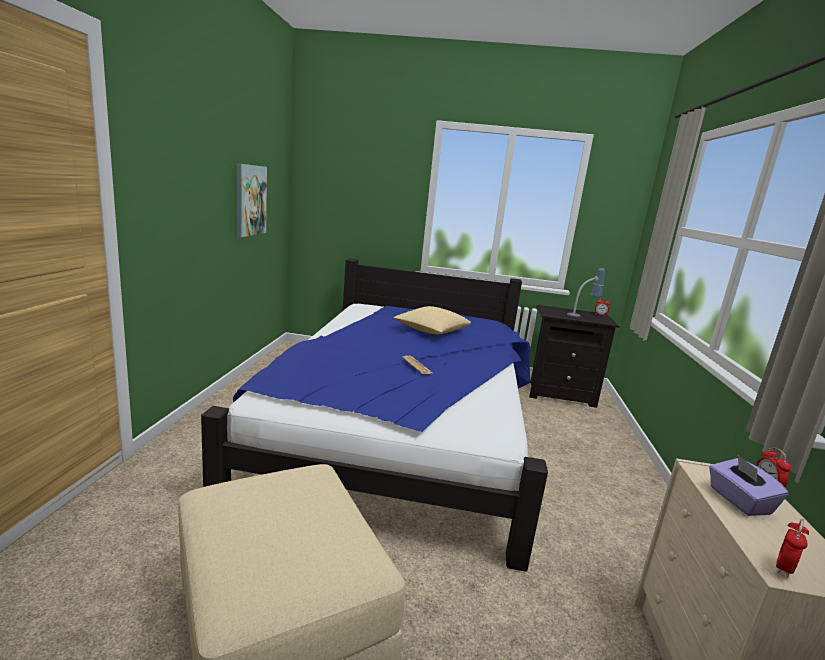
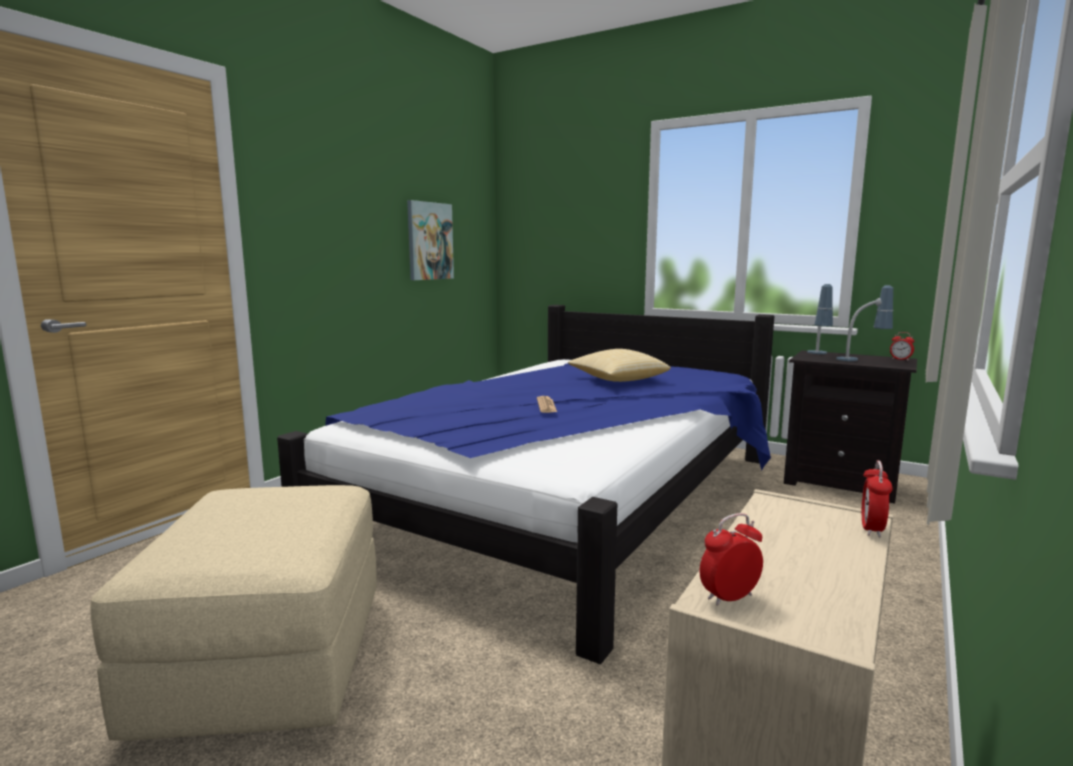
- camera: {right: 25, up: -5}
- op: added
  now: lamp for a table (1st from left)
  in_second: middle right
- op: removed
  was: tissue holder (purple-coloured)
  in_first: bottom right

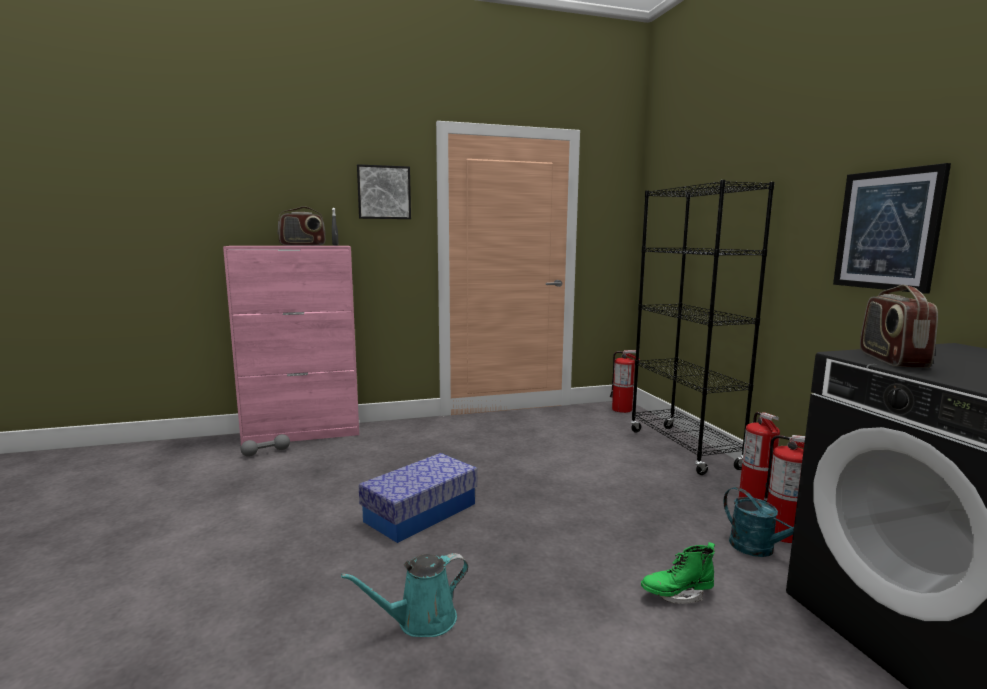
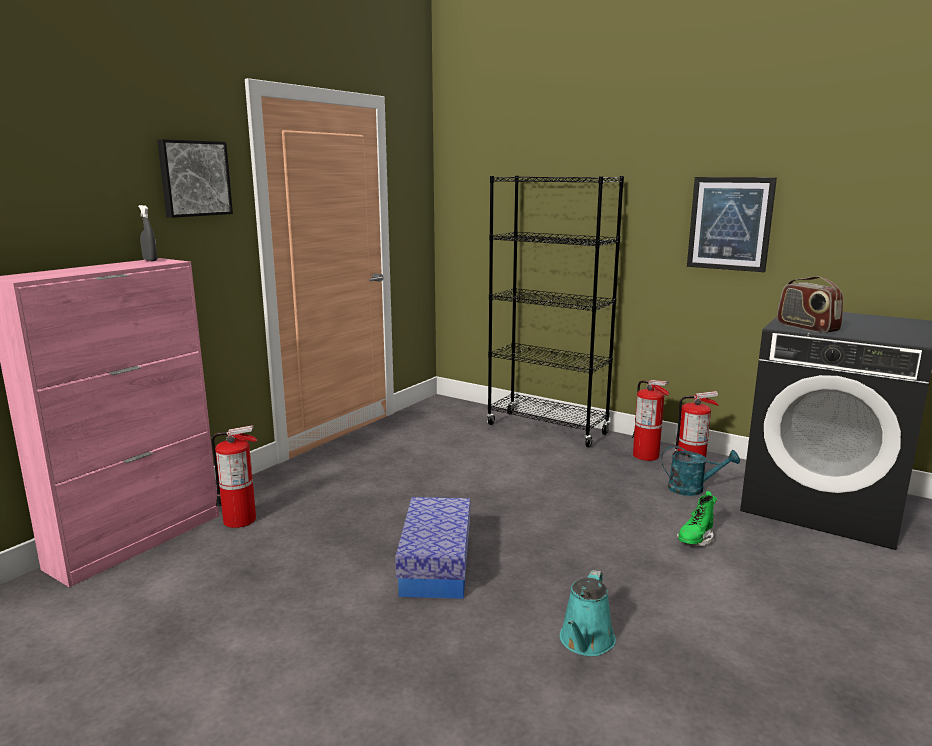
- camera: {right: -40, up: 5}
- op: moved
  was: fire-fighting cylinder (1st from left)
  in_first: centre
  in_second: middle left
- op: removed
  was: dumbbell (gray)
  in_first: middle left
- op: removed
  was: radio (1st from left)
  in_first: top left

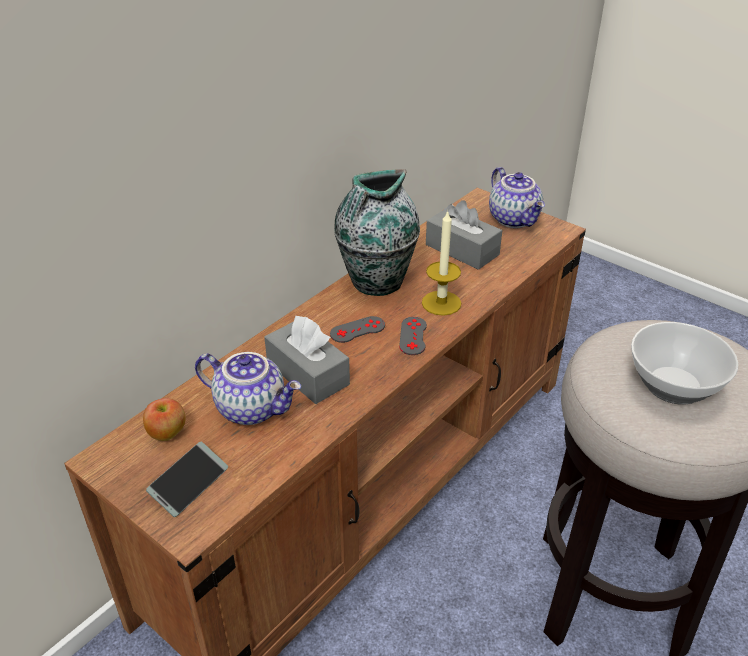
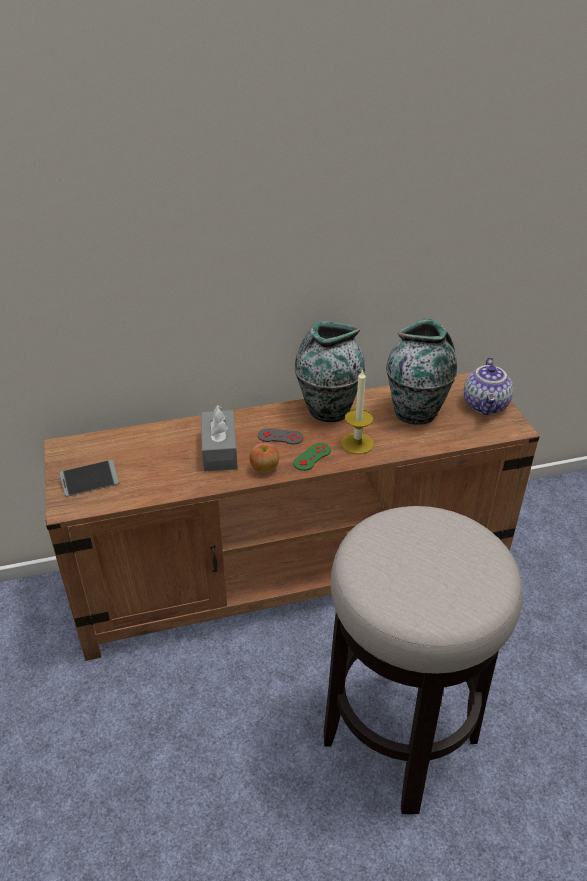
- camera: {right: 35, up: 0}
- op: moved
  was: apple fruit
  in_first: middle left
  in_second: centre
- op: recoloured
  was: gamepad (gray) (2nd from left)
  now: gamepad (green)
  in_first: centre
  in_second: centre
- op: replaced
  was: tissue holder (gray) (2nd from left)
  now: flower vase (2nd from left)
  in_first: centre
  in_second: middle right
- op: removed
  was: pot for tea (1st from left)
  in_first: middle left
- op: removed
  was: deep dish
  in_first: middle right

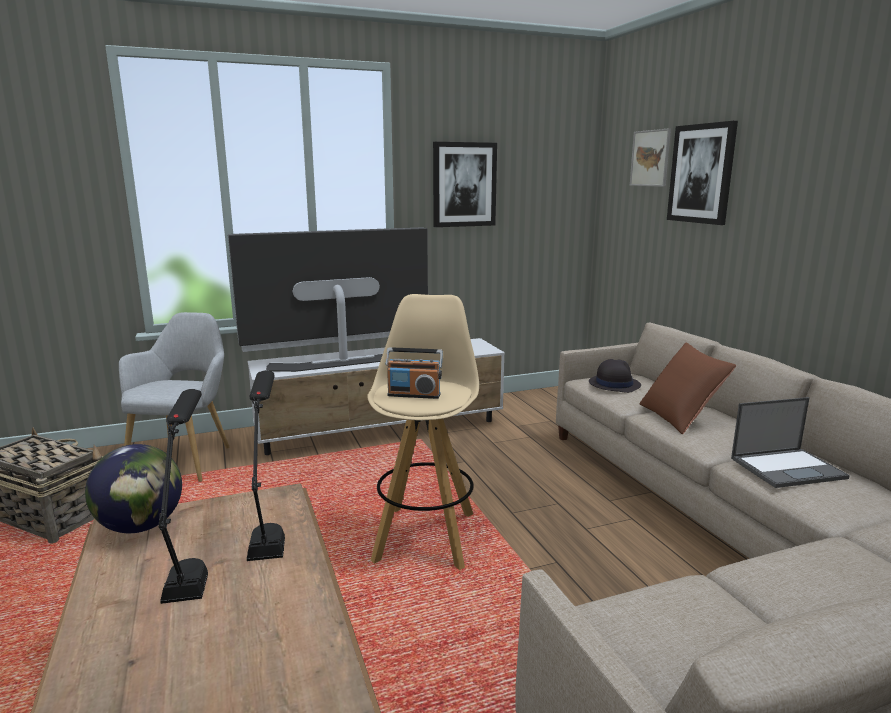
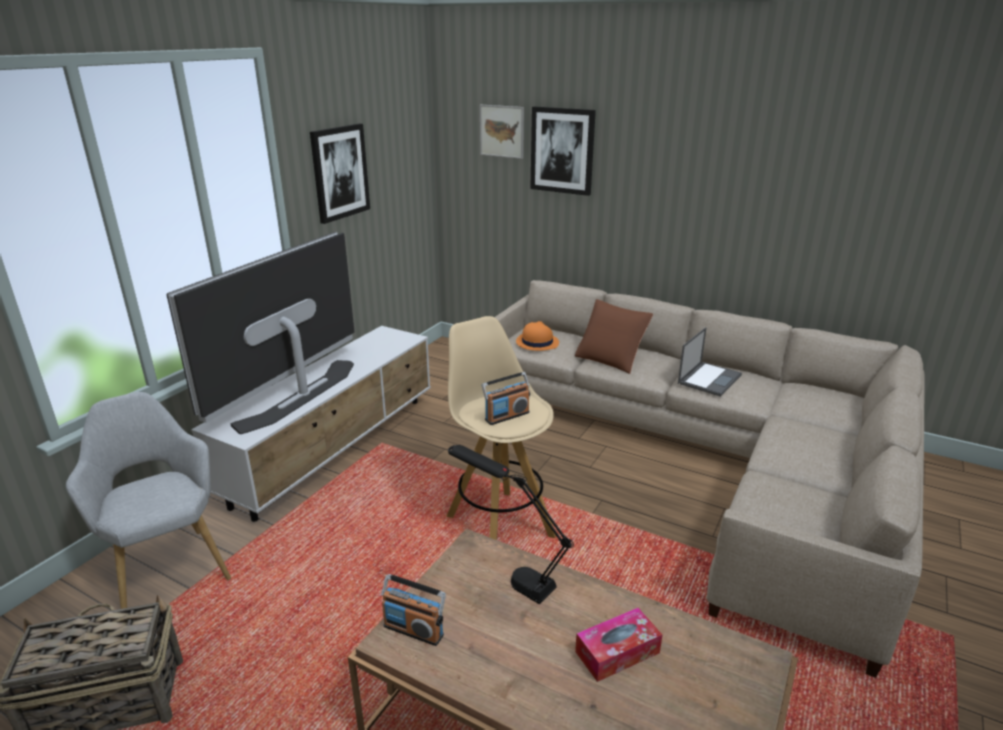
- camera: {right: -40, up: 10}
- op: replaced
  was: world globe
  now: radio (1st from left)
  in_first: bottom left
  in_second: bottom centre
- op: recoloured
  was: hat (black-coloured)
  now: hat (orangey)
  in_first: middle right
  in_second: centre
- op: added
  now: tissue holder
  in_second: bottom centre
- op: removed
  was: lamp for a table (black-coloured) (1st from left)
  in_first: bottom left

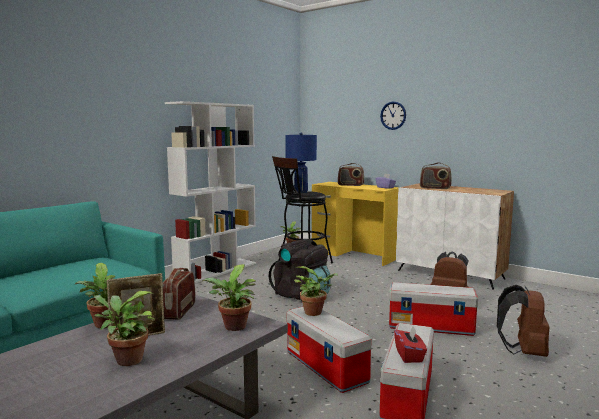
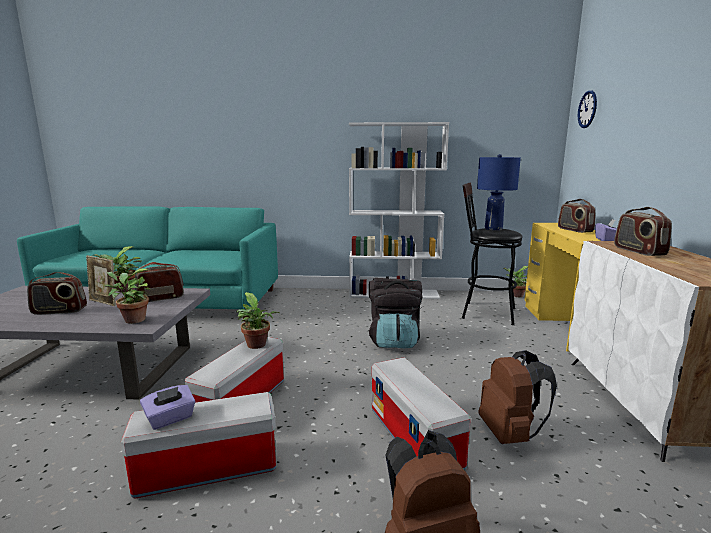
- camera: {right: 55, up: 5}
- op: replaced
  was: houseplant (2nd from left)
  now: radio (1st from left)
  in_first: bottom left
  in_second: middle left
- op: recoloured
  was: tissue holder (red)
  now: tissue holder (purple-coloured) (1st from left)
  in_first: bottom right
  in_second: bottom left
- op: moved
  was: hanging clock
  in_first: top centre
  in_second: top right

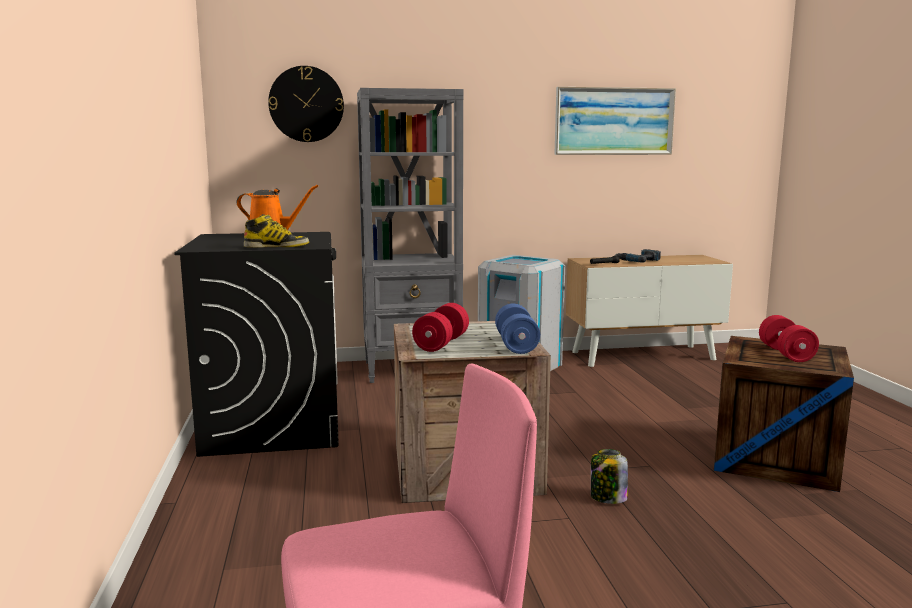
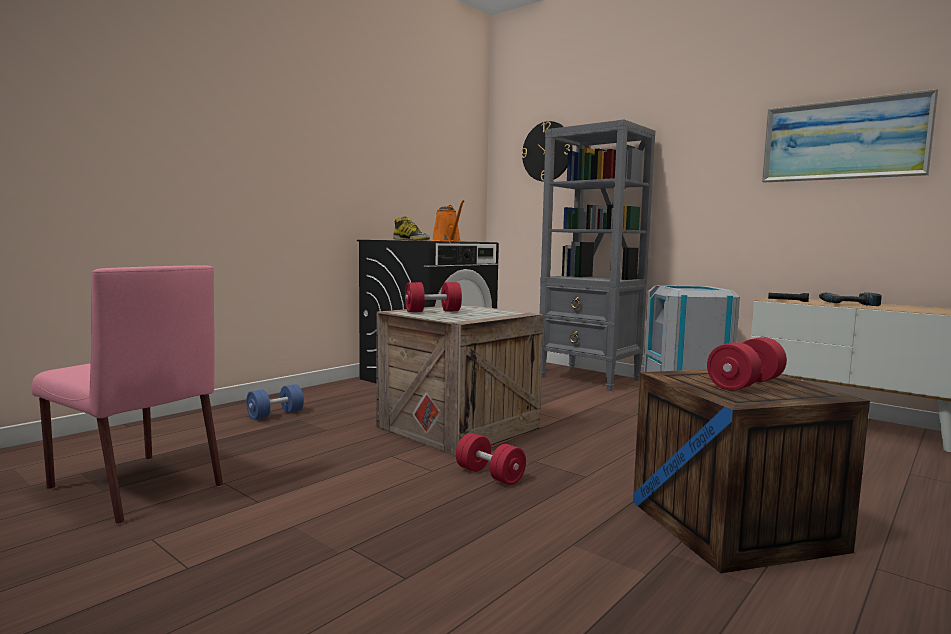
- camera: {right: 50, up: -5}
- op: moved
  was: dumbbell (bluish)
  in_first: centre
  in_second: middle left
- op: replaced
  was: preserve jar
  now: dumbbell (red) (2nd from left)
  in_first: bottom right
  in_second: bottom centre

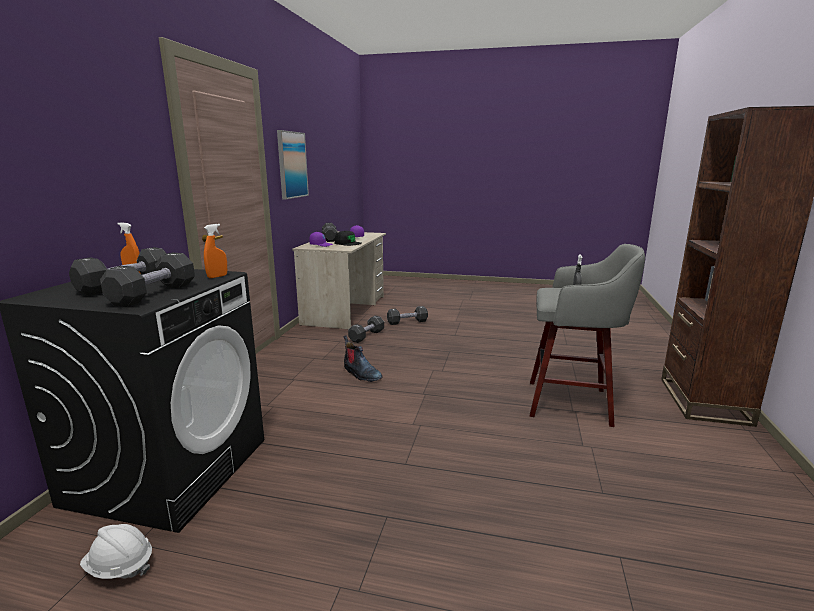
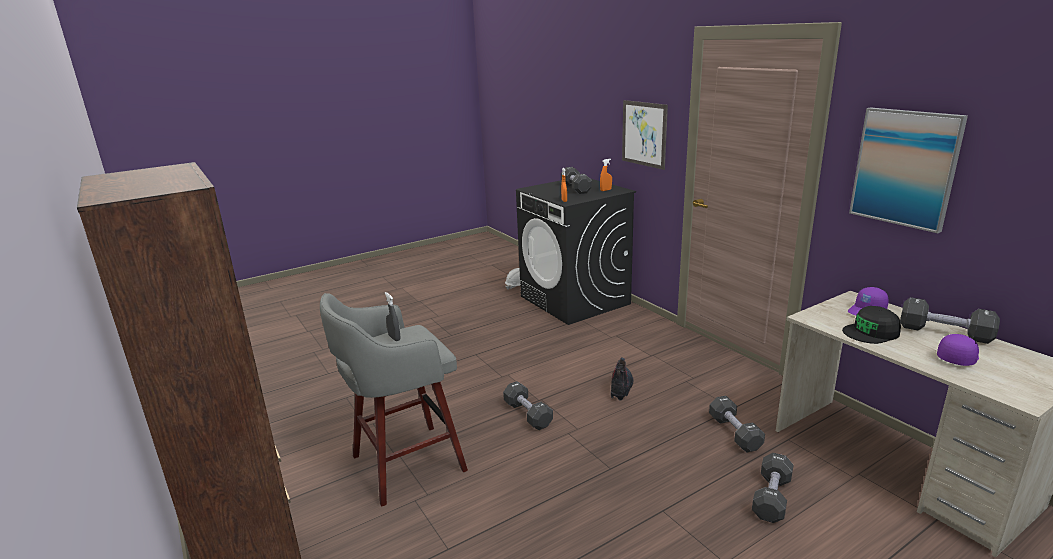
- camera: {right: 135, up: 5}
- op: moved
  was: dumbbell (black-coloured) (2nd from left in the first image)
  now: dumbbell (black-coloured) (1st from left)
  in_first: middle left
  in_second: bottom centre
- op: turned
  was: boot
  in_first: centre
  in_second: bottom centre
  clockwise: 105
- op: added
  now: picture (1st from left)
  in_second: top centre

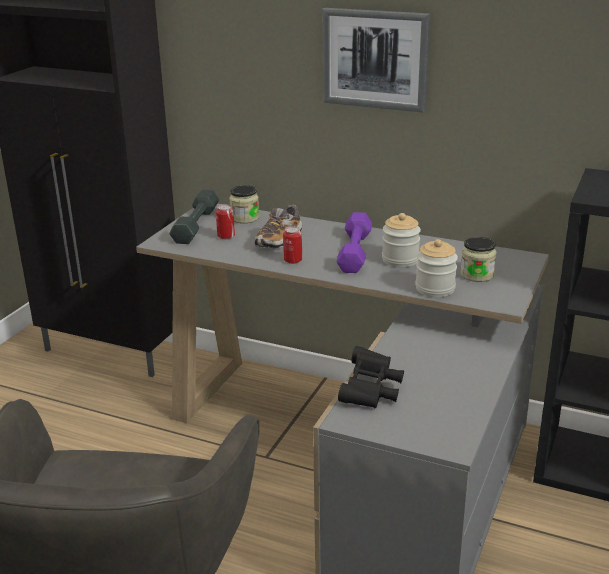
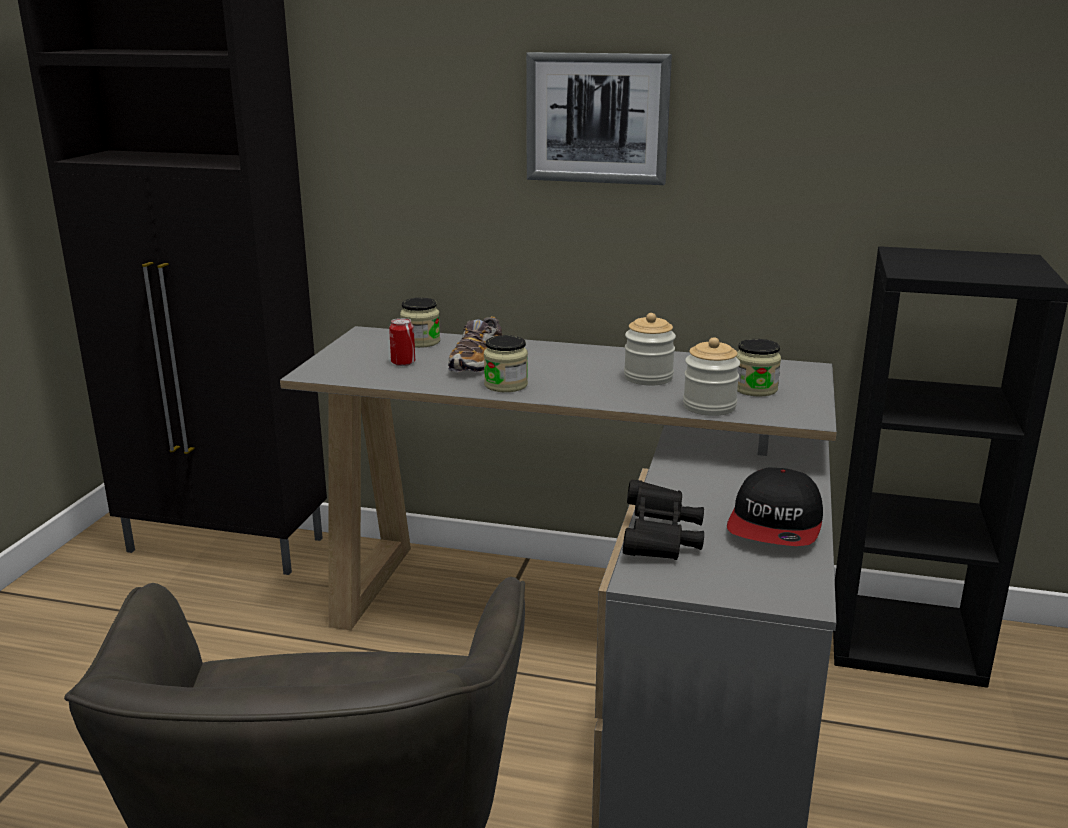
- camera: {right: -10, up: -5}
- op: replaced
  was: can (2nd from left)
  now: preserve jar (2nd from left)
  in_first: centre
  in_second: centre
- op: added
  now: cap
  in_second: middle right
- op: removed
  was: dumbbell (gray)
  in_first: middle left
- op: removed
  was: dumbbell (purple-coloured)
  in_first: centre

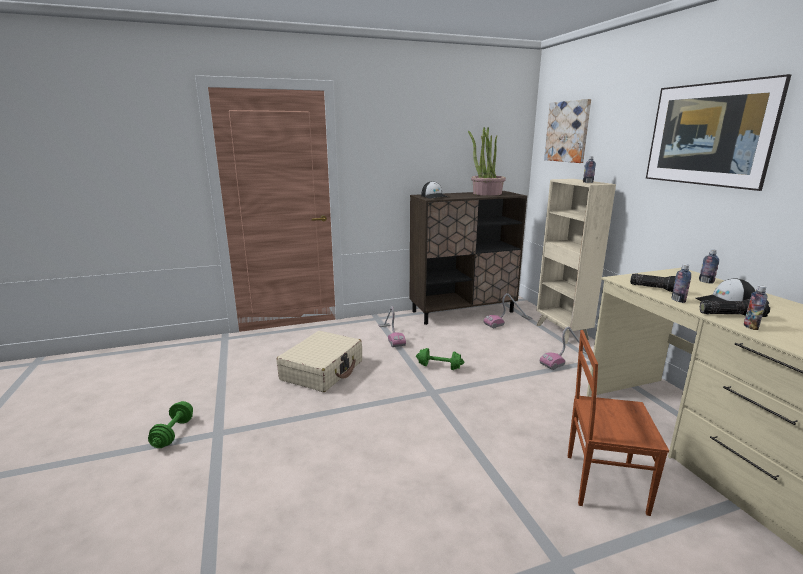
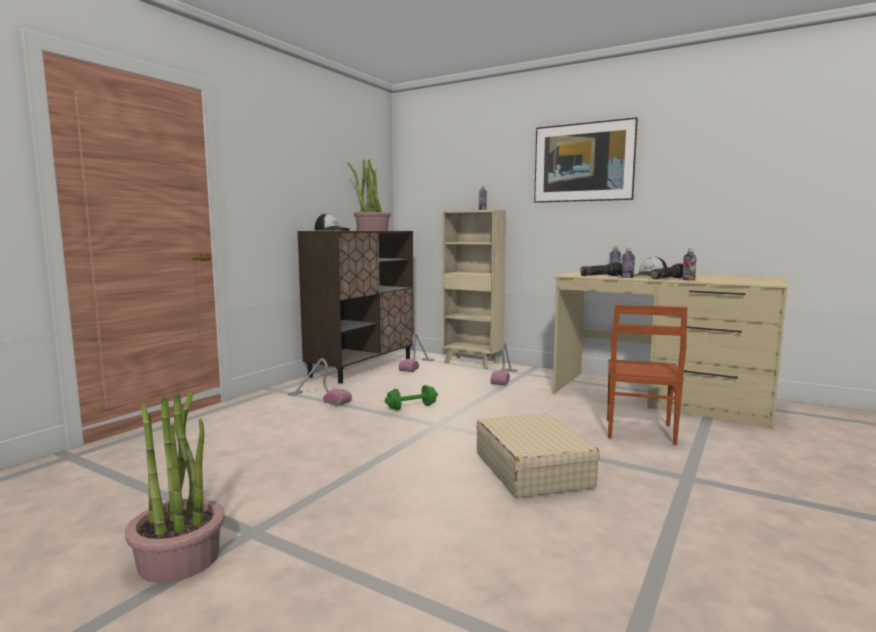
- camera: {right: -40, up: -10}
- op: replaced
  was: dumbbell (green) (1st from left)
  now: houseplant (1st from left)
  in_first: bottom left
  in_second: bottom left
- op: moved
  was: travel case (beige-coloured)
  in_first: centre
  in_second: bottom centre
- op: turned
  was: chair (brown)
  in_first: bottom right
  in_second: middle right
  clockwise: -45
- op: removed
  was: picture (1st from left)
  in_first: top right

